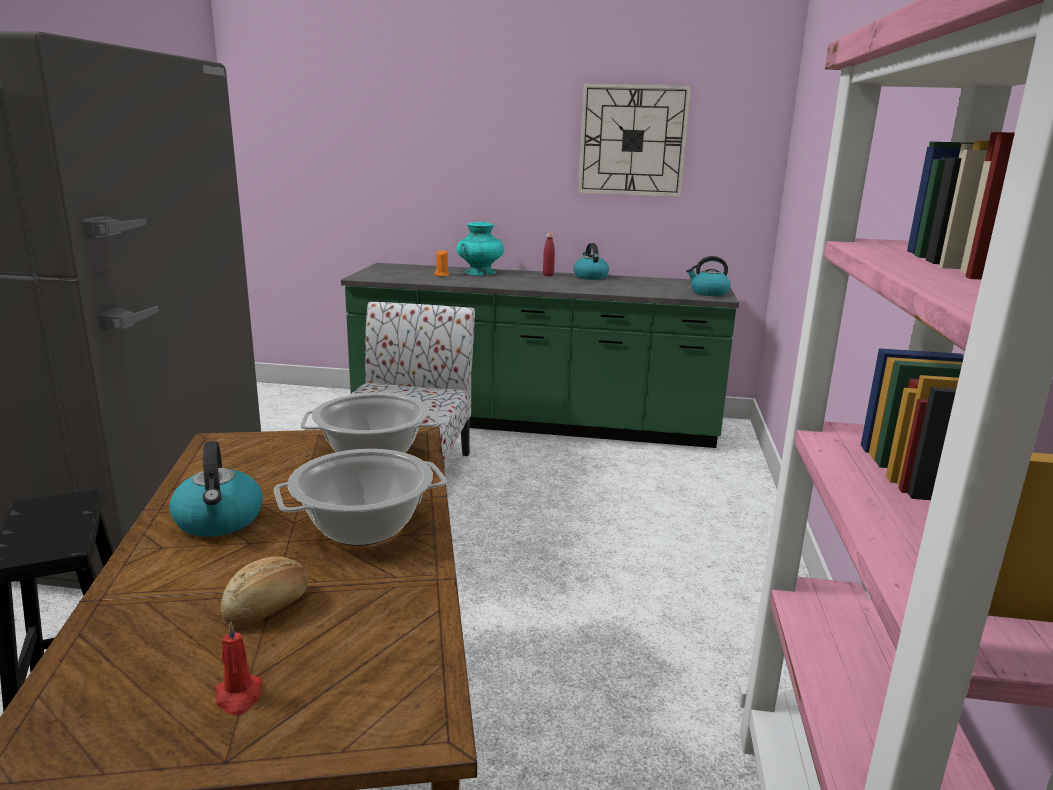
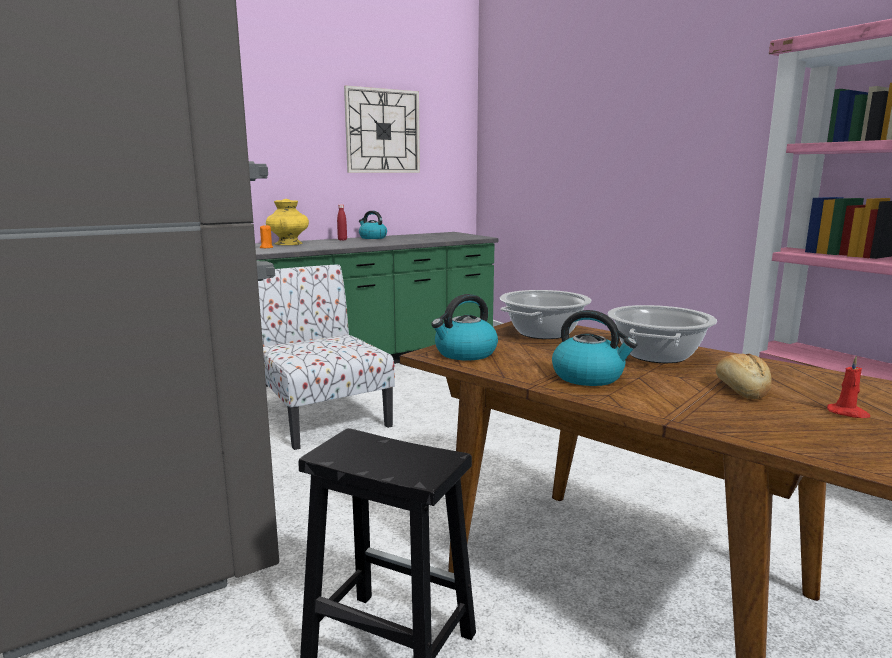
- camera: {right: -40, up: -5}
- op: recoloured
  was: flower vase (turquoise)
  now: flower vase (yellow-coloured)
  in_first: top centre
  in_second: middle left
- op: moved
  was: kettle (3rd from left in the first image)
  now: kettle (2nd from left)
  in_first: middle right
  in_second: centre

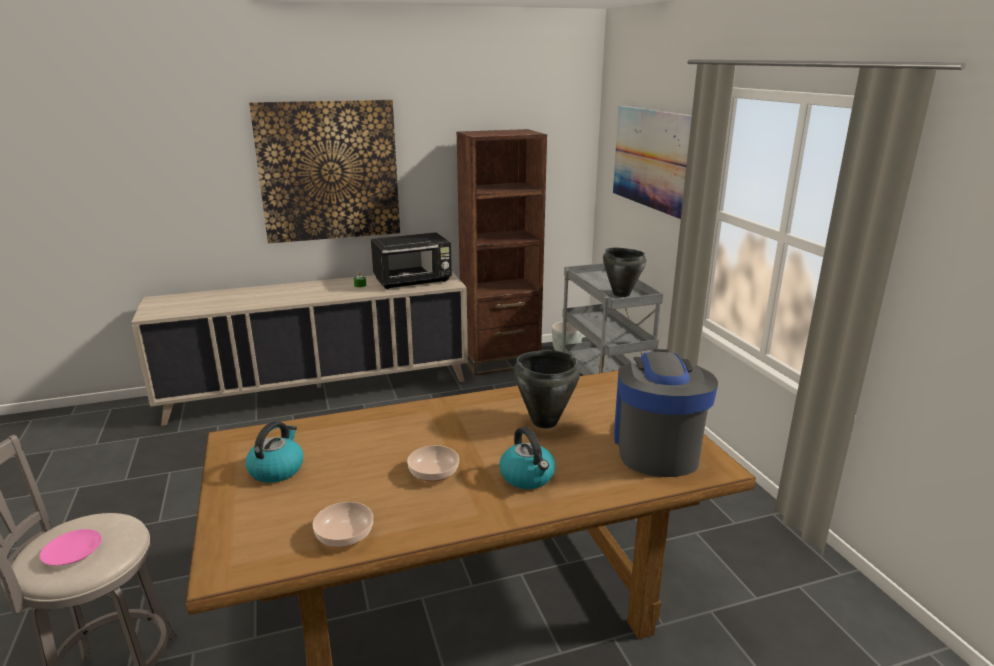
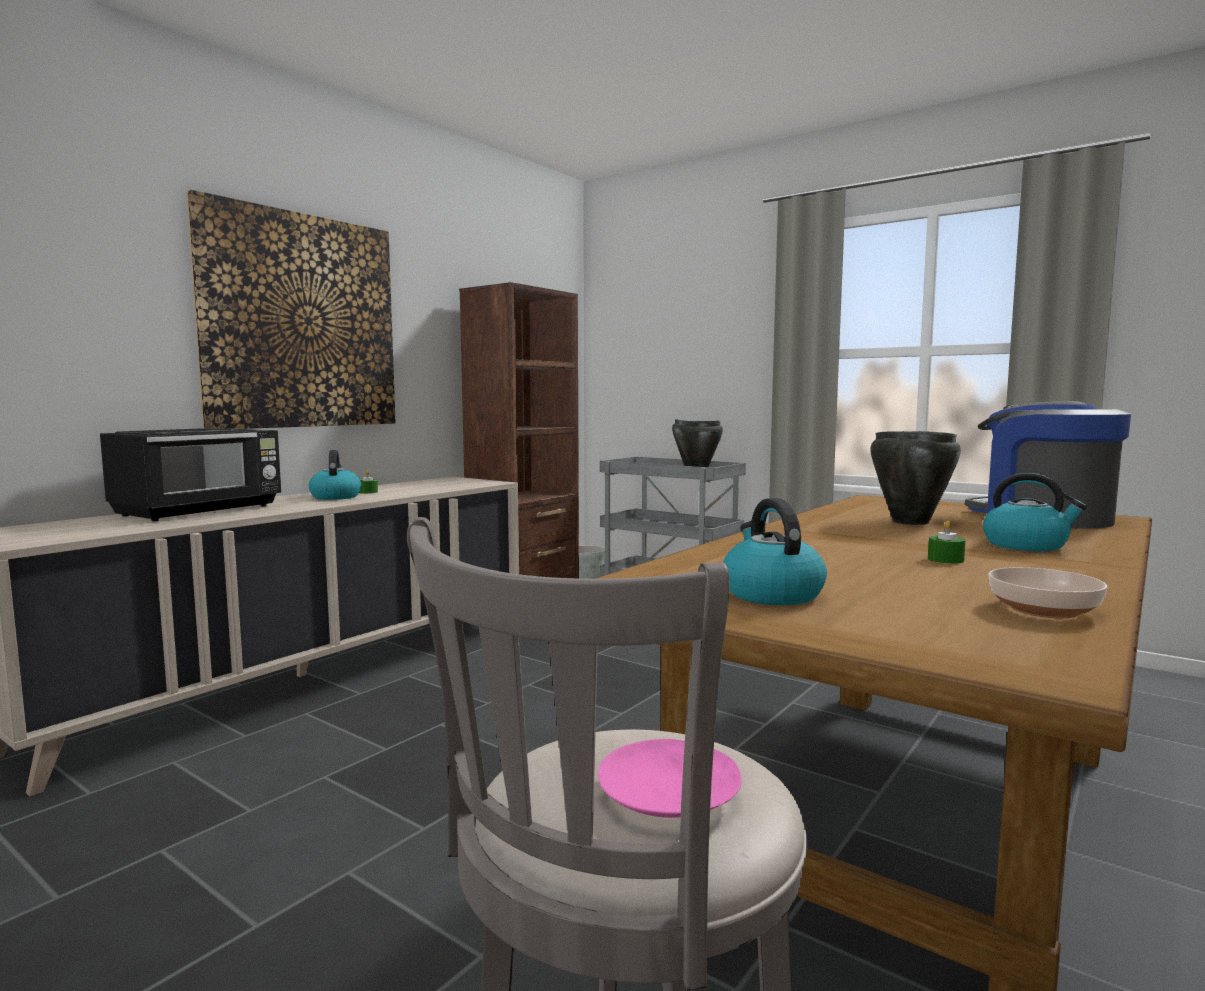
- camera: {right: -35, up: -15}
- op: moved
  was: microwave (black-coloured)
  in_first: centre
  in_second: middle left
- op: added
  now: kettle (1st from left)
  in_second: middle left
- op: replaced
  was: deep dish (2nd from left)
  now: wax candle (green) (2nd from left)
  in_first: bottom centre
  in_second: middle right
- op: removed
  was: picture (2nd from left)
  in_first: top centre

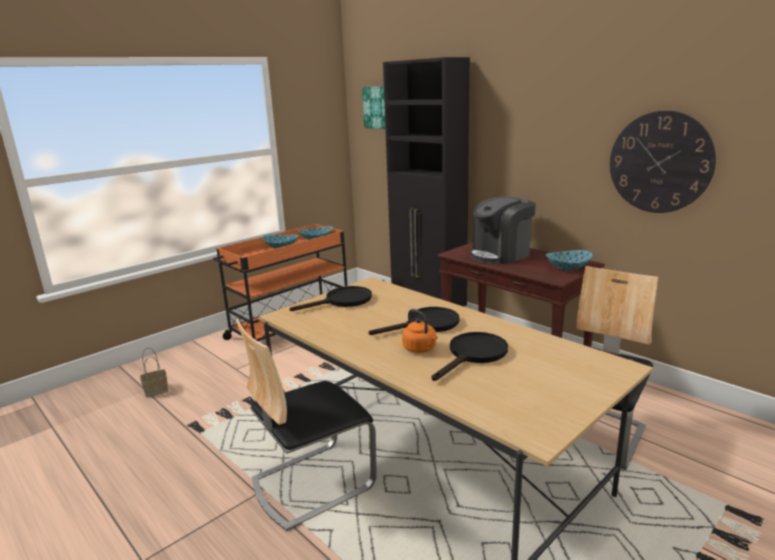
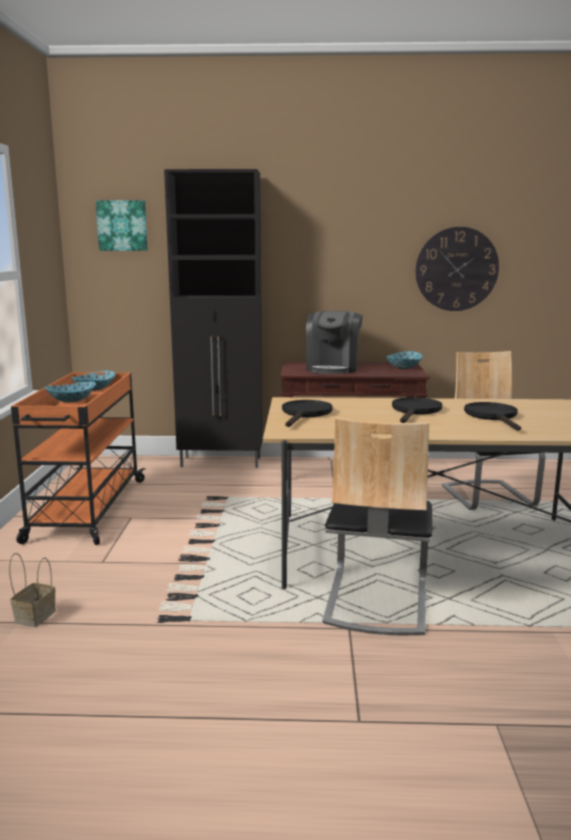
- camera: {right: -45, up: -5}
- op: removed
  was: kettle (orangey)
  in_first: centre

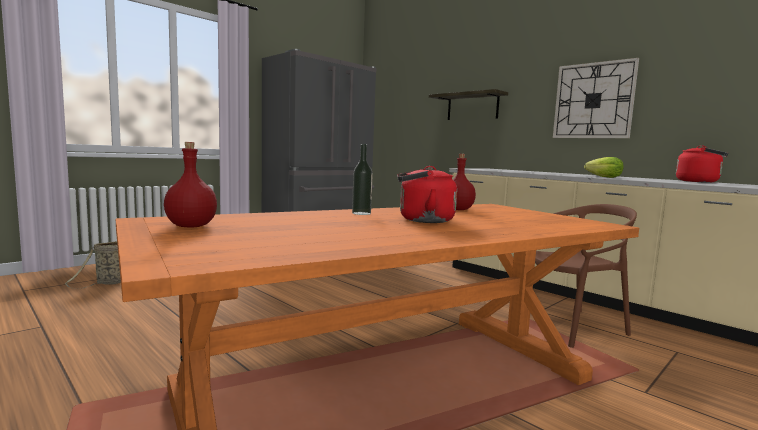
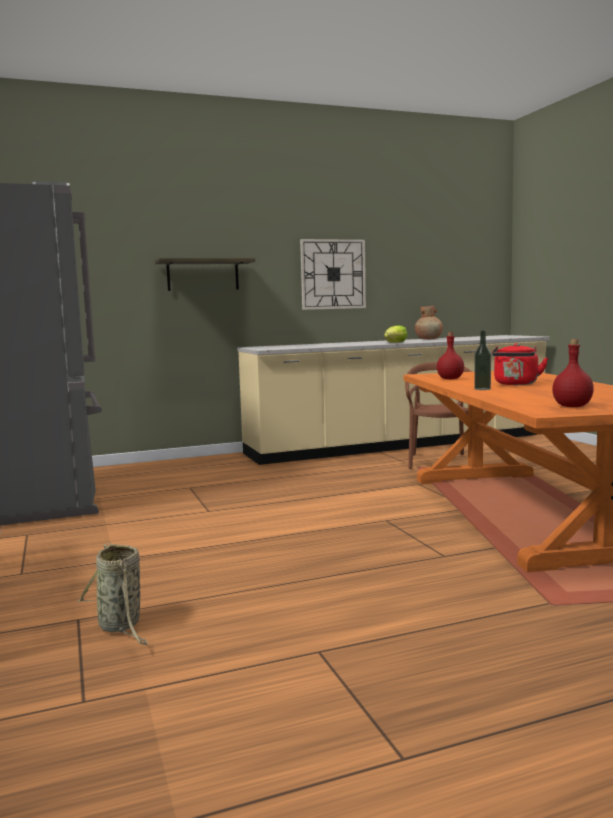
- camera: {right: -65, up: 0}
- op: replaced
  was: kettle (red) (2nd from left)
  now: flower vase (brown)
  in_first: middle right
  in_second: middle right

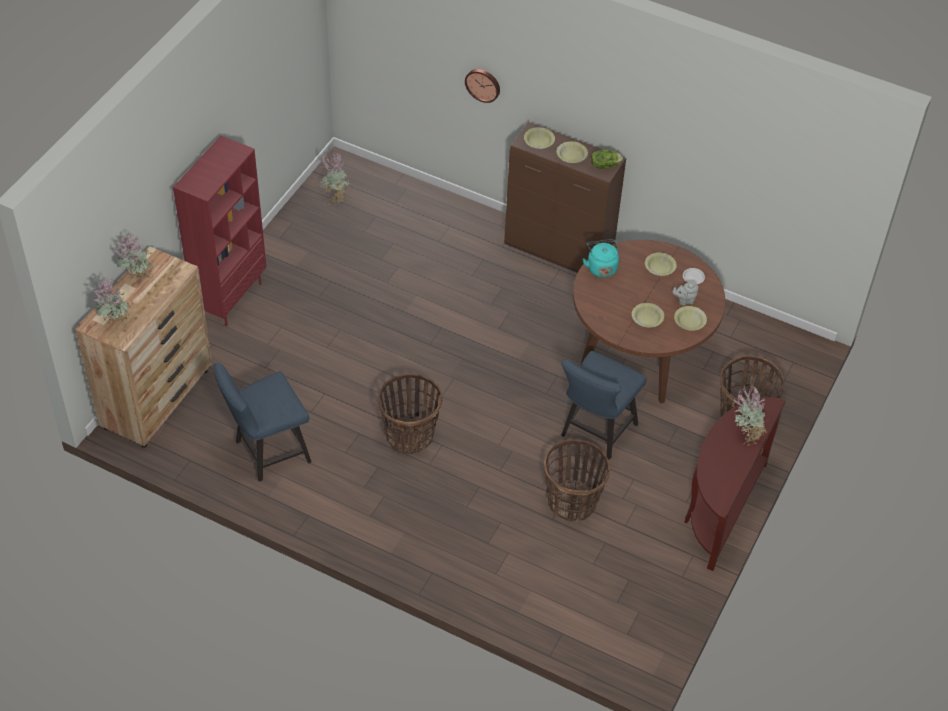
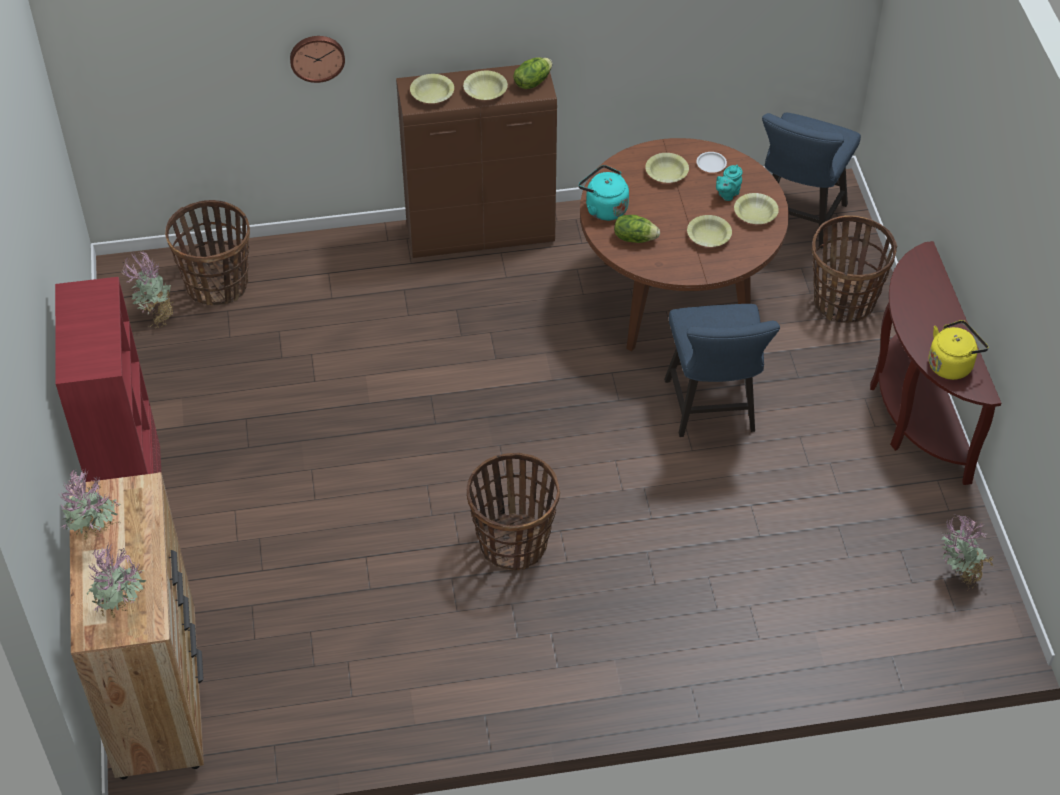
- camera: {right: -35, up: 0}
- op: moved
  was: household basket (2nd from left in the first image)
  now: household basket (1st from left)
  in_first: bottom centre
  in_second: top left
- op: added
  now: head of lettuce (2nd from left)
  in_second: top centre
- op: recoloured
  was: pot for tea (gray)
  now: pot for tea (turquoise)
  in_first: middle right
  in_second: top right
- op: moved
  was: chair (bluish) (1st from left in the first image)
  now: chair (bluish) (2nd from left)
  in_first: middle left
  in_second: top right
- op: added
  now: kettle (yellow-coloured)
  in_second: middle right
- op: moved
  was: houseplant (4th from left)
  in_first: middle right
  in_second: bottom right

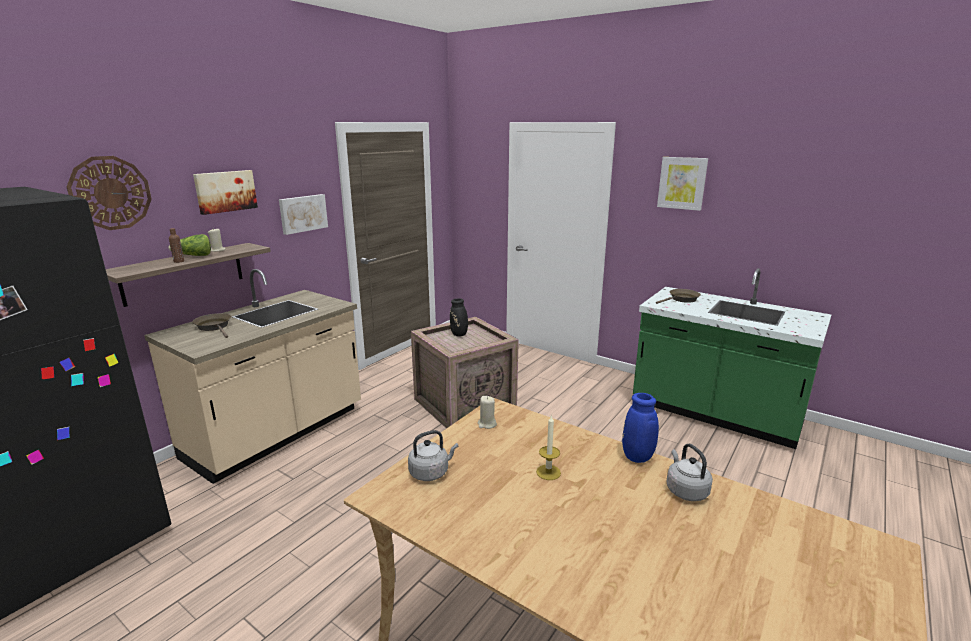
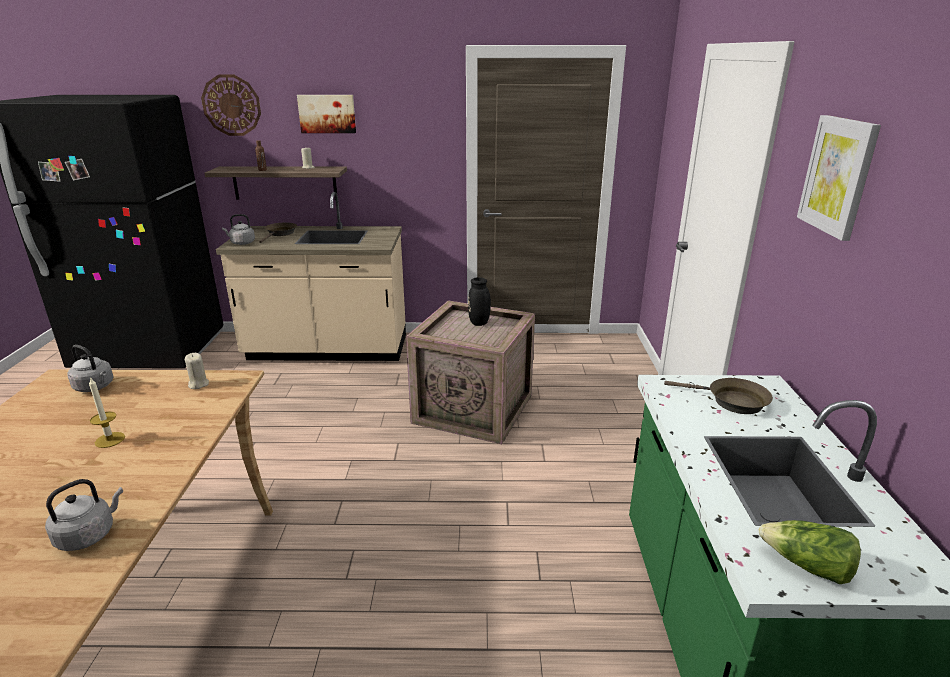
- camera: {right: 55, up: 5}
- op: added
  now: kettle (gray) (3rd from left)
  in_second: middle left
- op: moved
  was: head of lettuce
  in_first: middle left
  in_second: bottom right
- op: removed
  was: picture (2nd from left)
  in_first: middle left
- op: removed
  was: flower vase (bluish)
  in_first: bottom centre

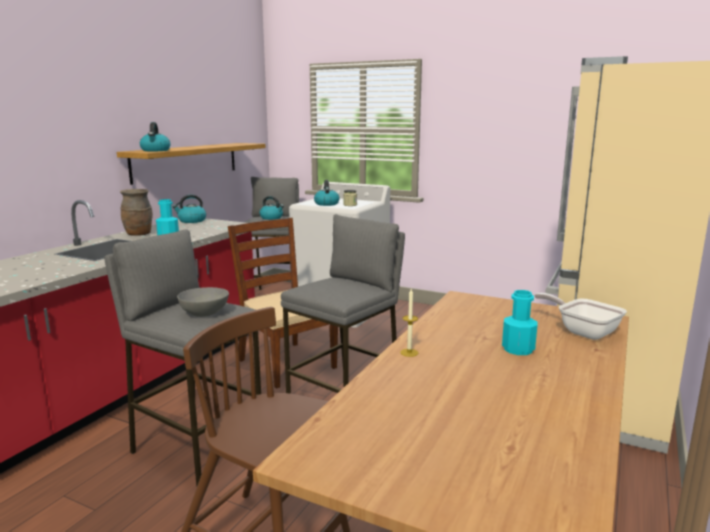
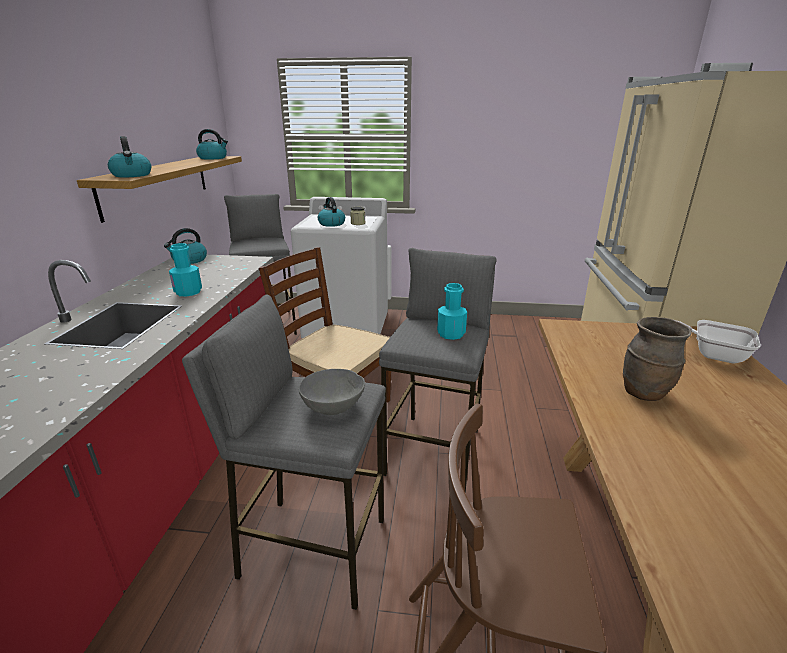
- camera: {right: -20, up: 10}
- op: moved
  was: kettle (3rd from left)
  in_first: centre
  in_second: top left
- op: moved
  was: drink bottle (turquoise) (2nd from left)
  in_first: middle right
  in_second: centre
- op: moved
  was: flower vase (brown)
  in_first: middle left
  in_second: middle right
- op: removed
  was: wax candle
  in_first: centre

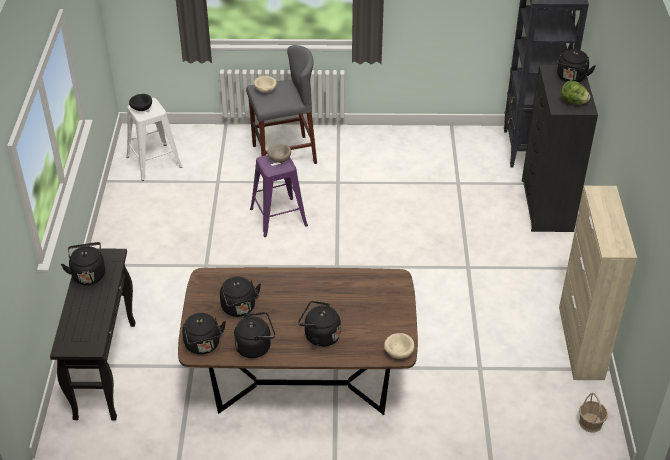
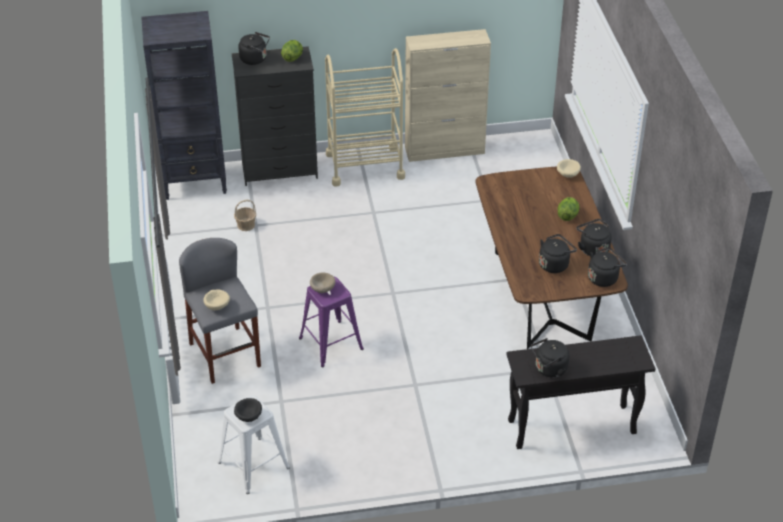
- camera: {right: -100, up: 0}
- op: moved
  was: household basket
  in_first: bottom right
  in_second: middle left
- op: added
  now: cart (beige-coloured)
  in_second: top centre
- op: replaced
  was: kettle (black-coloured) (5th from left)
  now: head of lettuce (2nd from left)
  in_first: bottom centre
  in_second: middle right

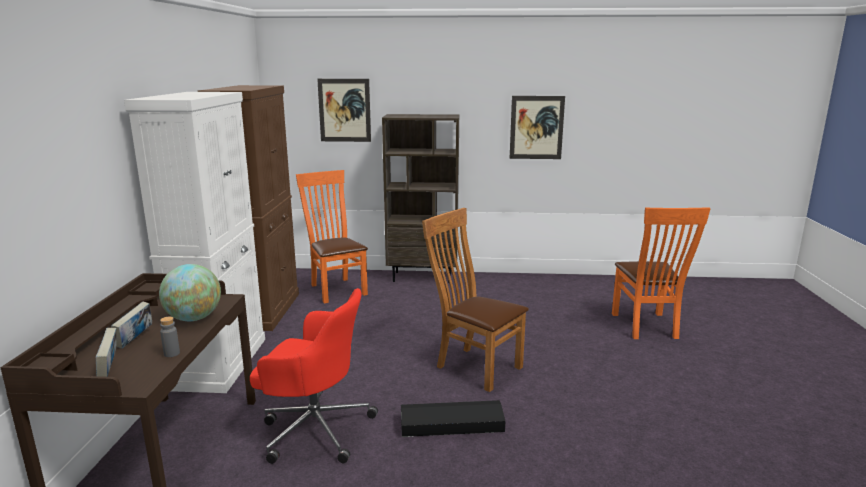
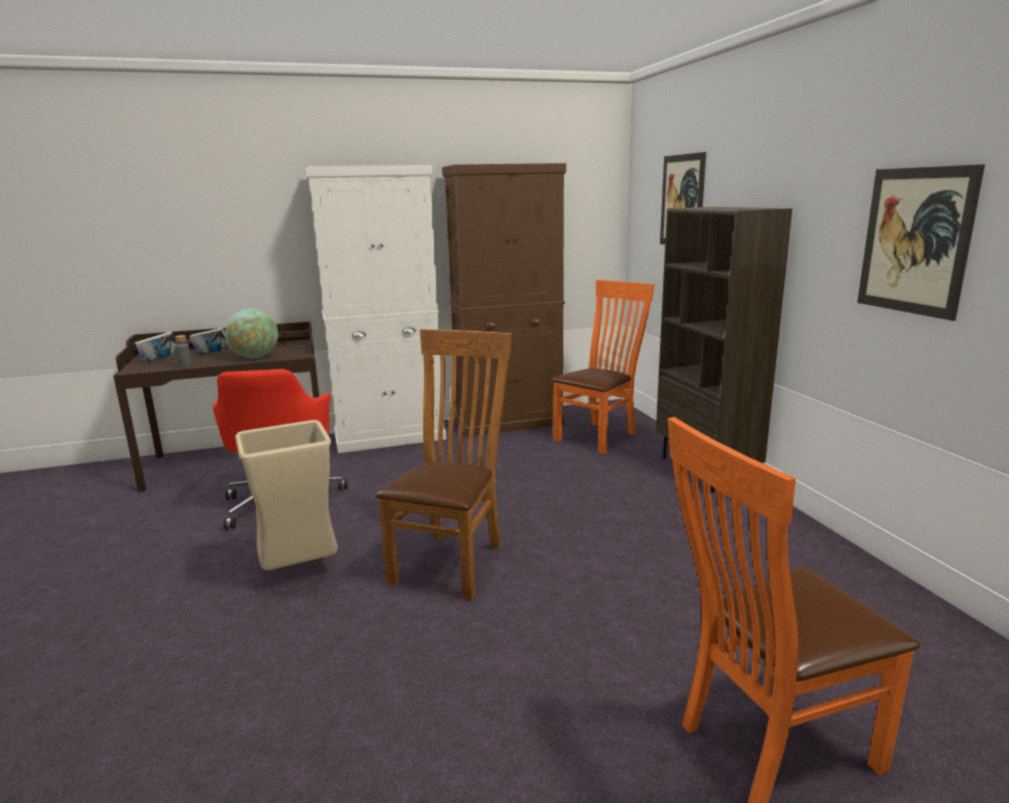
- camera: {right: 70, up: 0}
- op: replaced
  was: storage bin (black-coloured)
  now: rubbish bin (beige-coloured)
  in_first: bottom centre
  in_second: middle left

